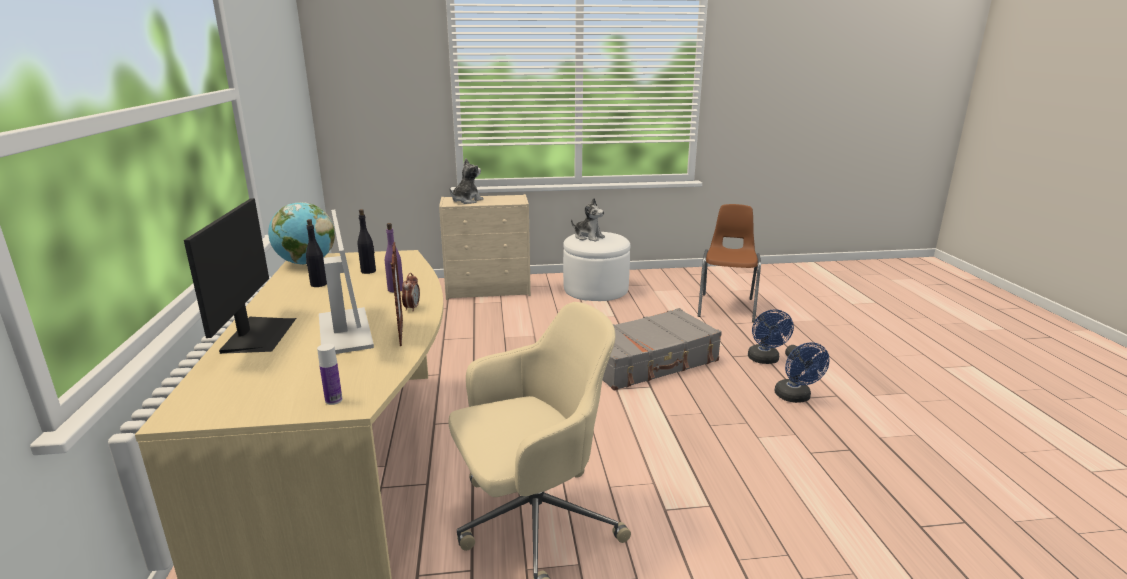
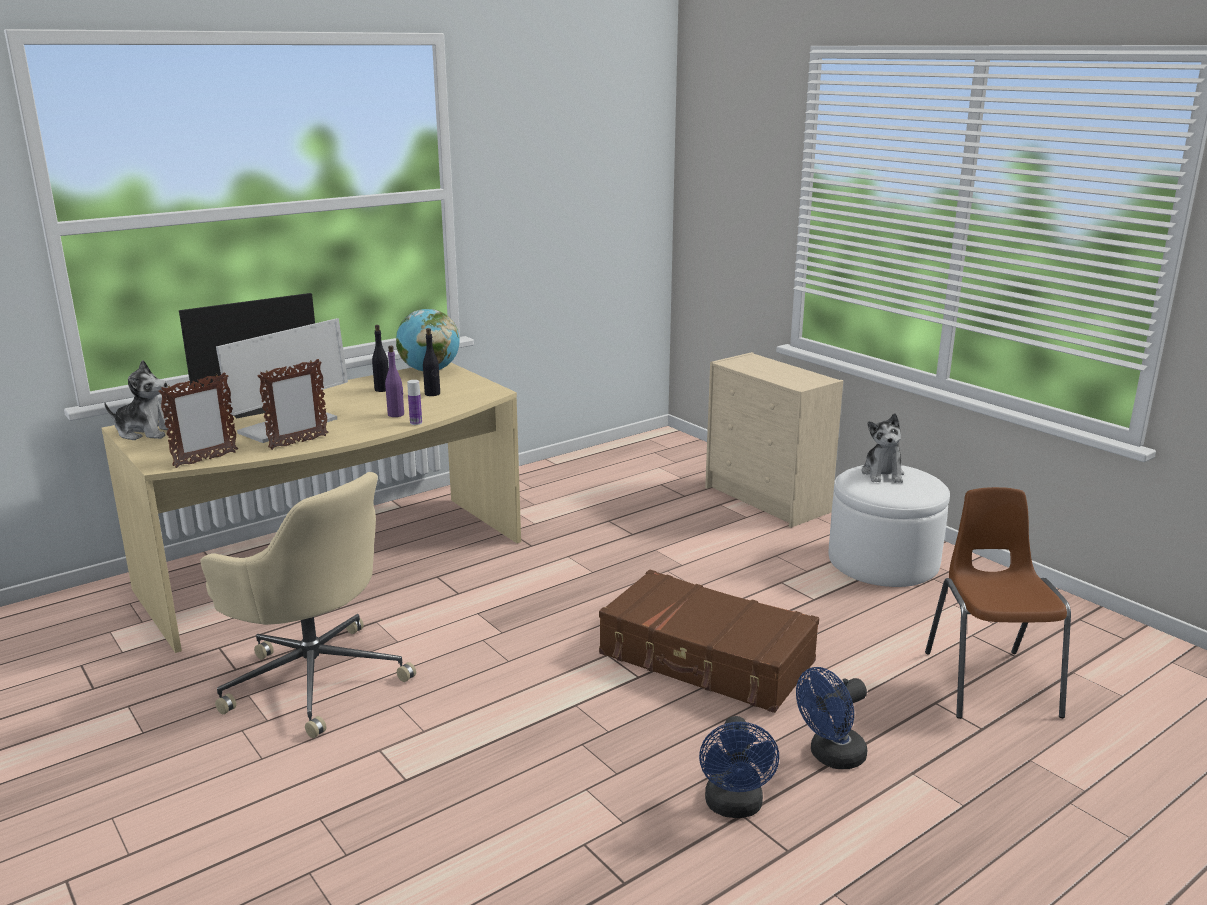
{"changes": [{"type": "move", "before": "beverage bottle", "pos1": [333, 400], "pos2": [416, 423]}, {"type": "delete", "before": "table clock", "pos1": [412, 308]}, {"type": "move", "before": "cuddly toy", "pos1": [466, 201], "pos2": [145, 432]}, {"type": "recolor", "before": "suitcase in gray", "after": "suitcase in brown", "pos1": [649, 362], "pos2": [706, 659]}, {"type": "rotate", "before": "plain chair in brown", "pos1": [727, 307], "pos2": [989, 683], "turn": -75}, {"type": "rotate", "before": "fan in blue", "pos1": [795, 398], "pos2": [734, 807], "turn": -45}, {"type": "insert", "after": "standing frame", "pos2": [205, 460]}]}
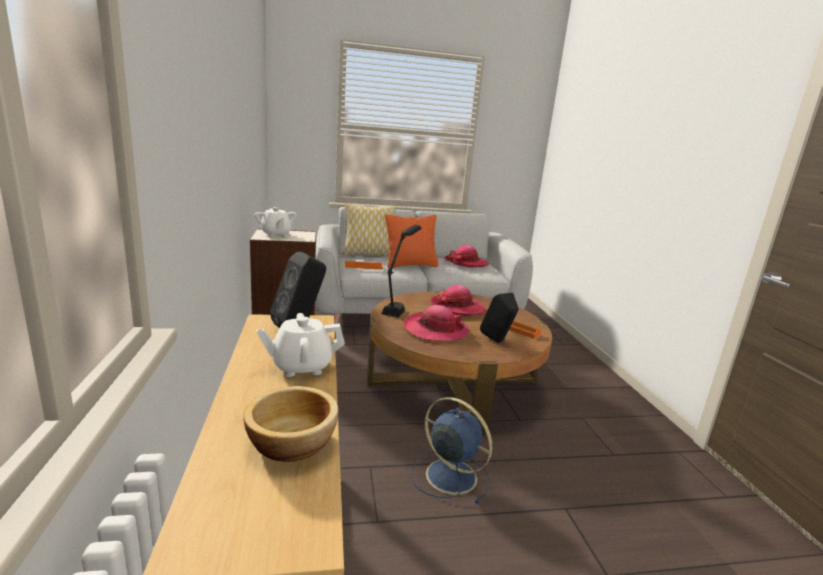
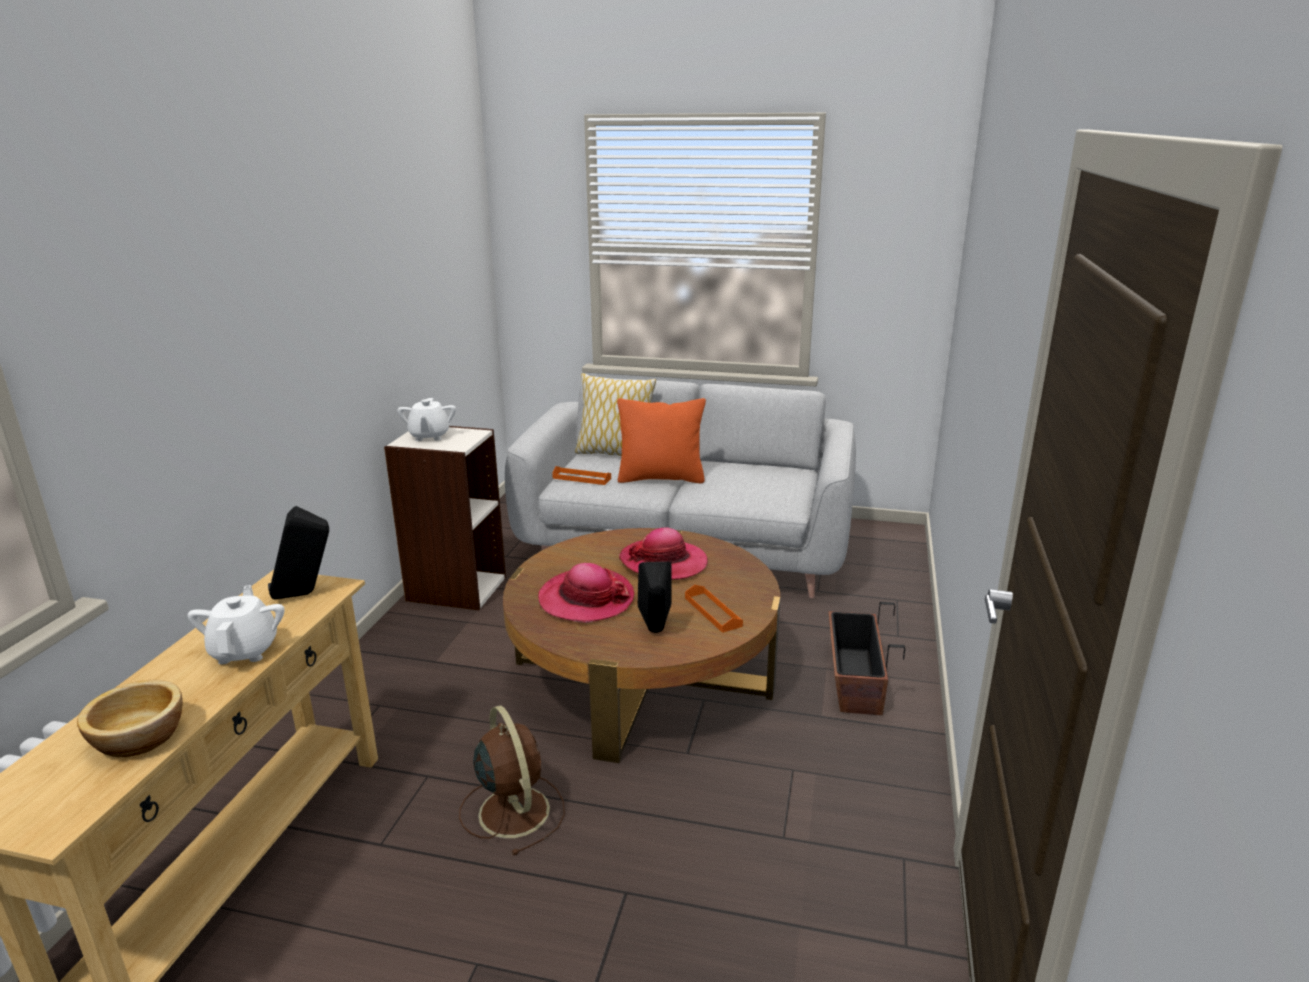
{"changes": [{"type": "rotate", "before": "pot for tea in whitish", "pos1": [301, 366], "pos2": [245, 650], "turn": 75}, {"type": "delete", "before": "tabletop lamp in black-coloured", "pos1": [399, 305]}, {"type": "recolor", "before": "fan in blue", "after": "fan in brown", "pos1": [449, 475], "pos2": [513, 809]}, {"type": "delete", "before": "clothing hat", "pos1": [466, 263]}, {"type": "insert", "after": "planter", "pos2": [854, 681]}]}
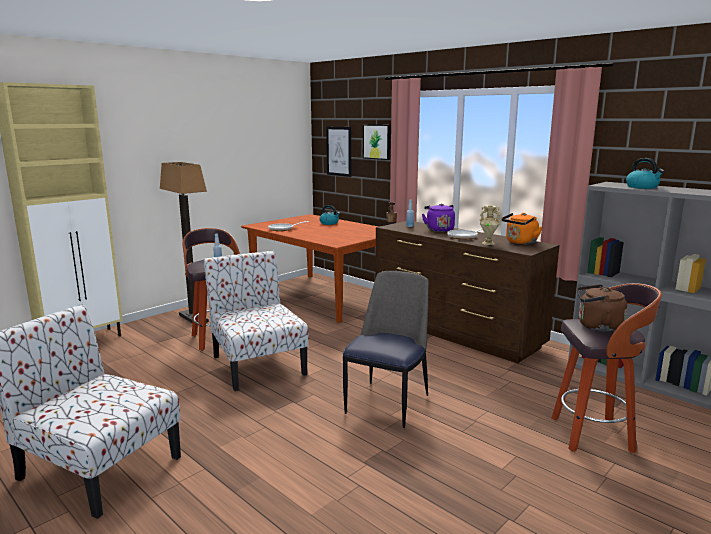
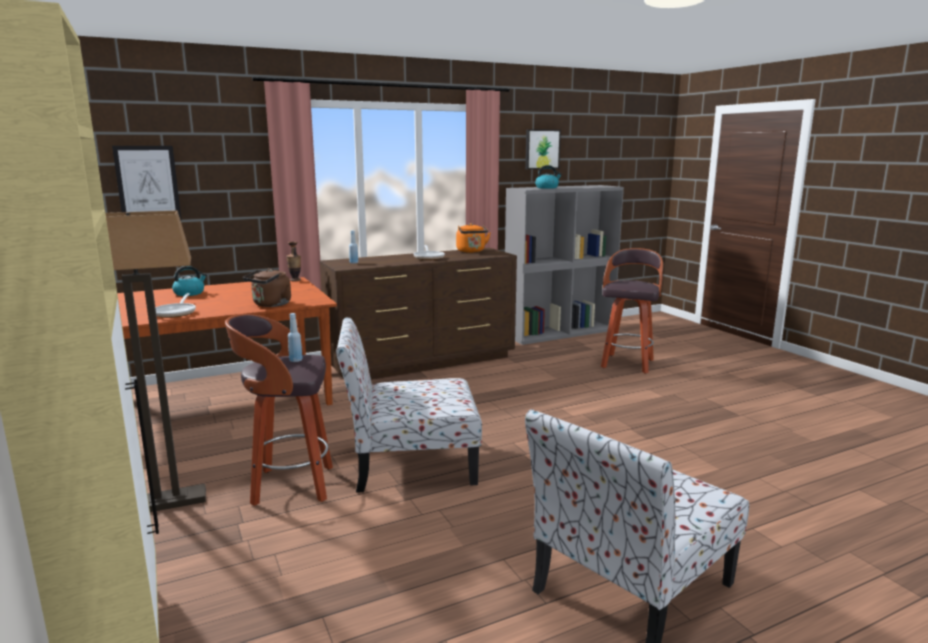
{"changes": [{"type": "delete", "before": "plain chair", "pos1": [388, 402]}, {"type": "move", "before": "wall art", "pos1": [377, 141], "pos2": [541, 149]}, {"type": "delete", "before": "tea kettle in purplish", "pos1": [439, 230]}, {"type": "delete", "before": "flower vase in beige-coloured", "pos1": [488, 243]}, {"type": "move", "before": "tea kettle in brown", "pos1": [596, 326], "pos2": [270, 305]}]}
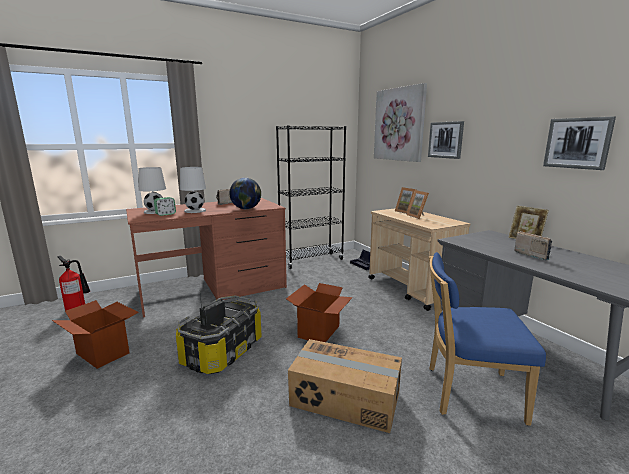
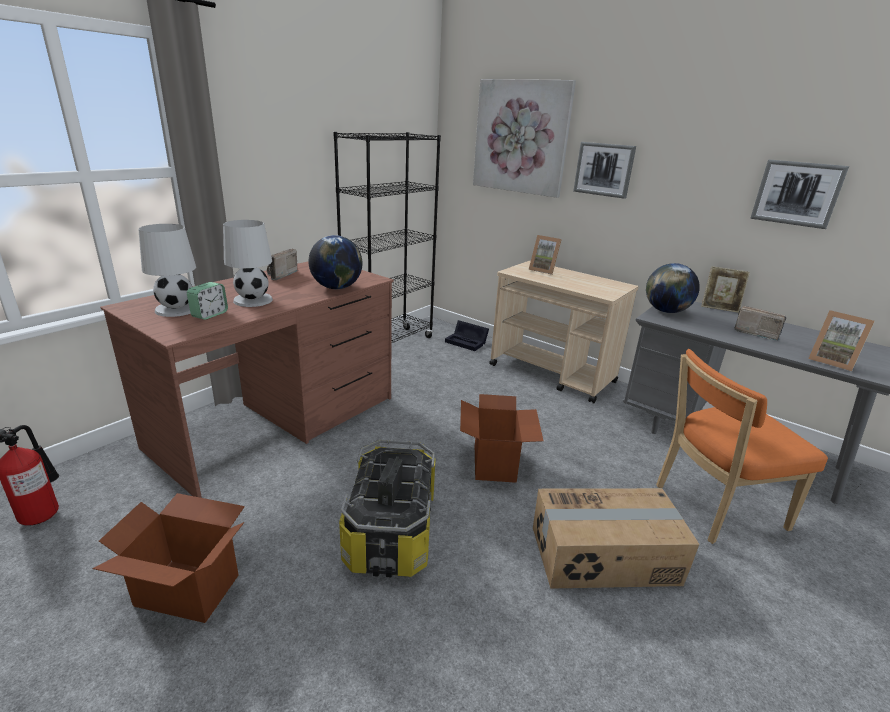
{"changes": [{"type": "move", "before": "standing frame", "pos1": [418, 216], "pos2": [831, 361]}, {"type": "recolor", "before": "plain chair in blue", "after": "plain chair in orange-coloured", "pos1": [468, 392], "pos2": [713, 507]}, {"type": "insert", "after": "desk globe", "pos2": [666, 311]}]}
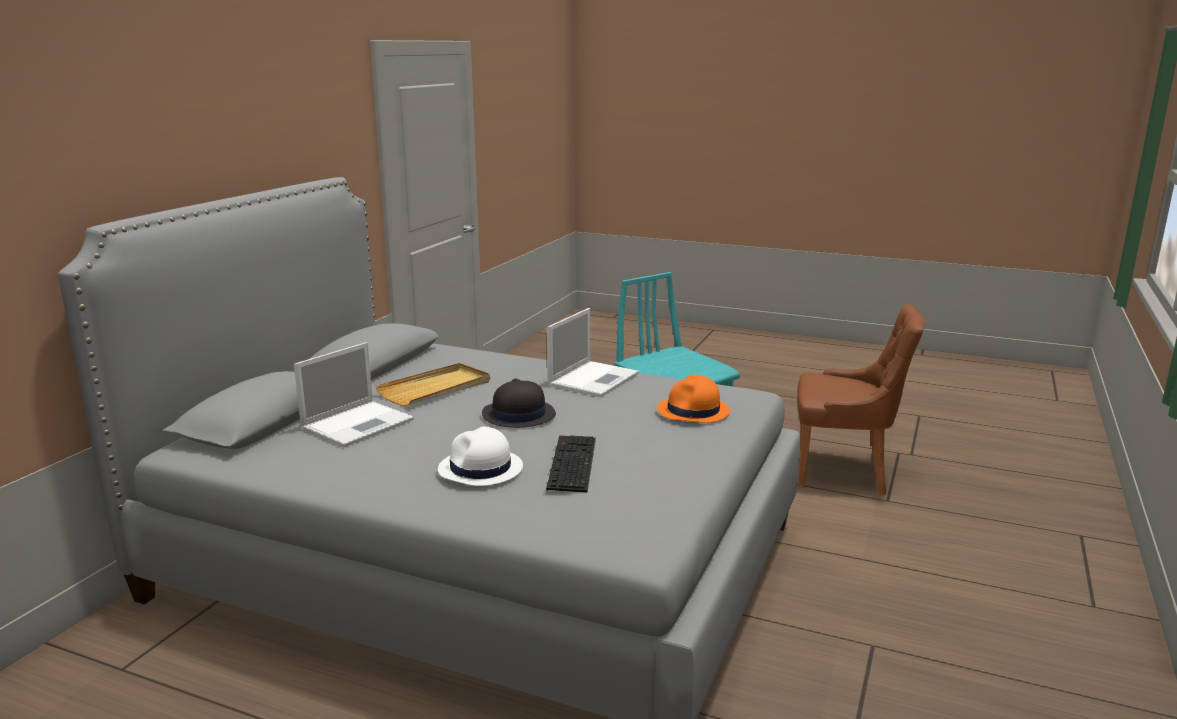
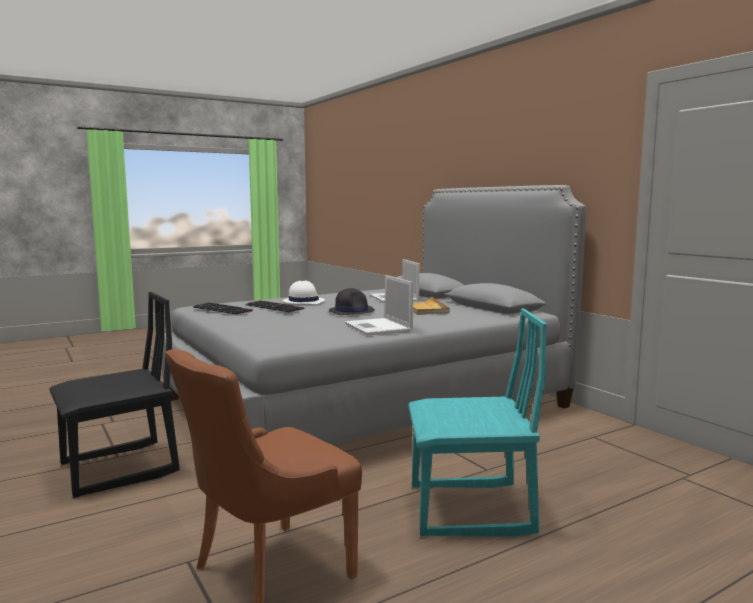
{"changes": [{"type": "delete", "before": "clothing hat in orange-coloured", "pos1": [693, 411]}, {"type": "insert", "after": "plain chair in black-coloured", "pos2": [119, 469]}, {"type": "insert", "after": "keyboard", "pos2": [223, 309]}]}
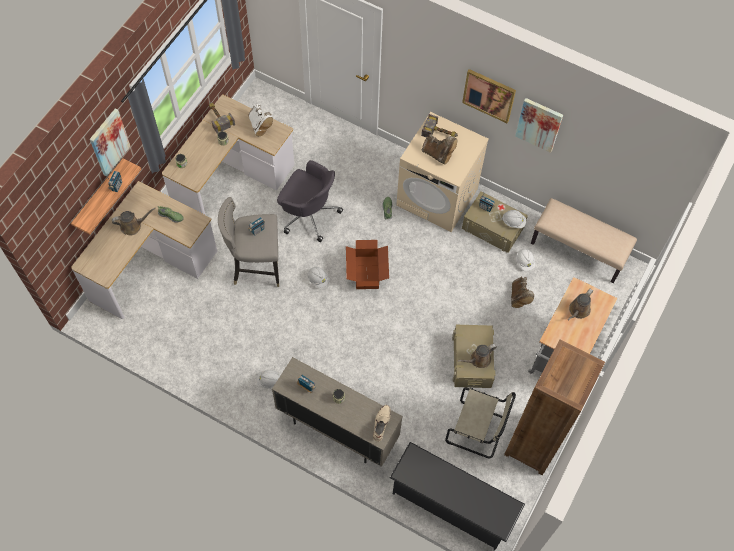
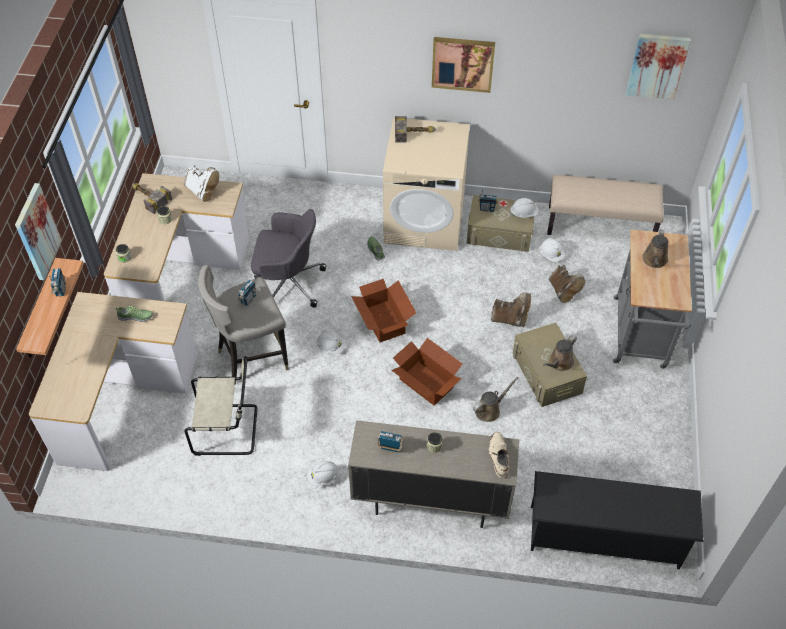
{"changes": [{"type": "move", "before": "sprinkling can in brown", "pos1": [133, 226], "pos2": [489, 410]}, {"type": "move", "before": "high-top boot in brown", "pos1": [438, 155], "pos2": [510, 319]}, {"type": "move", "before": "plain chair in beige-coloured", "pos1": [478, 430], "pos2": [228, 429]}, {"type": "delete", "before": "bookcase in brown", "pos1": [534, 444]}, {"type": "move", "before": "wall art", "pos1": [539, 124], "pos2": [657, 66]}, {"type": "insert", "after": "cardboard box", "pos2": [426, 382]}]}
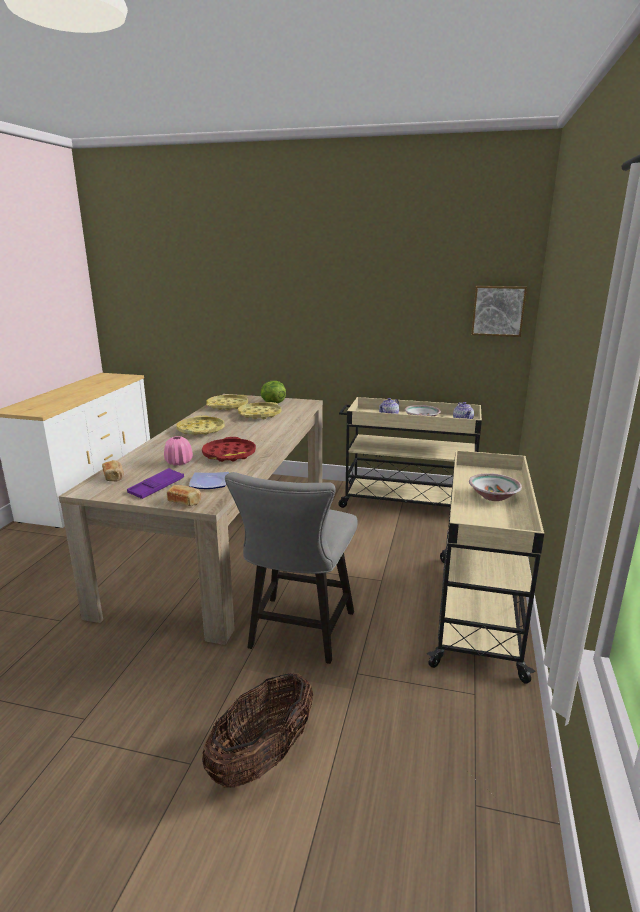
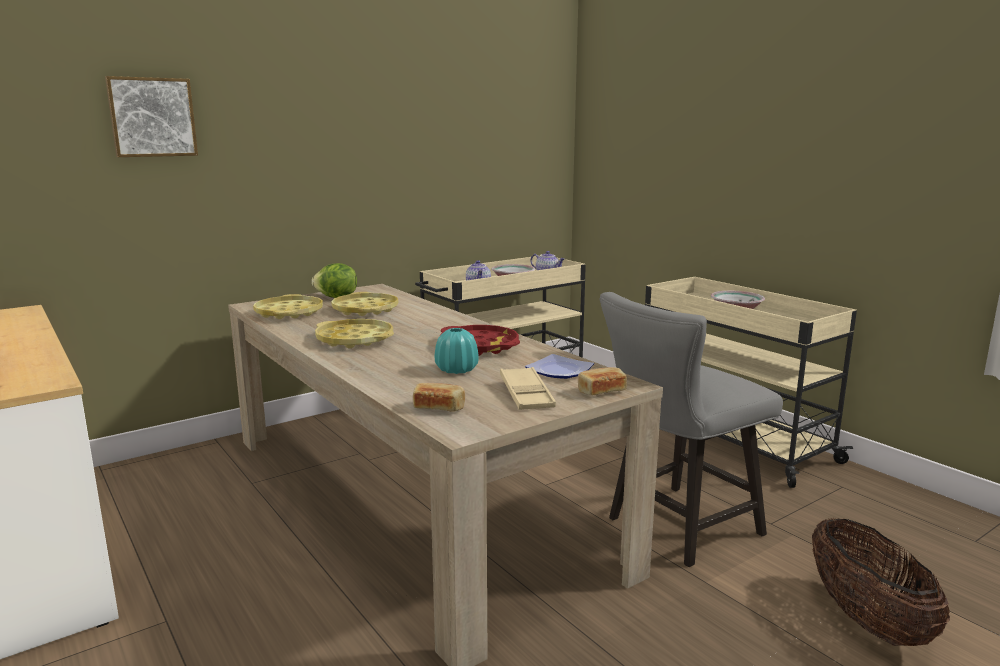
{"changes": [{"type": "recolor", "before": "carrying tray in purplish", "after": "carrying tray in beige-coloured", "pos1": [156, 487], "pos2": [526, 394]}, {"type": "recolor", "before": "flower vase in pinkish", "after": "flower vase in blue-green", "pos1": [179, 462], "pos2": [456, 370]}, {"type": "rotate", "before": "plain chair in gray", "pos1": [298, 634], "pos2": [676, 528], "turn": 90}, {"type": "move", "before": "wall art", "pos1": [498, 310], "pos2": [152, 117]}]}
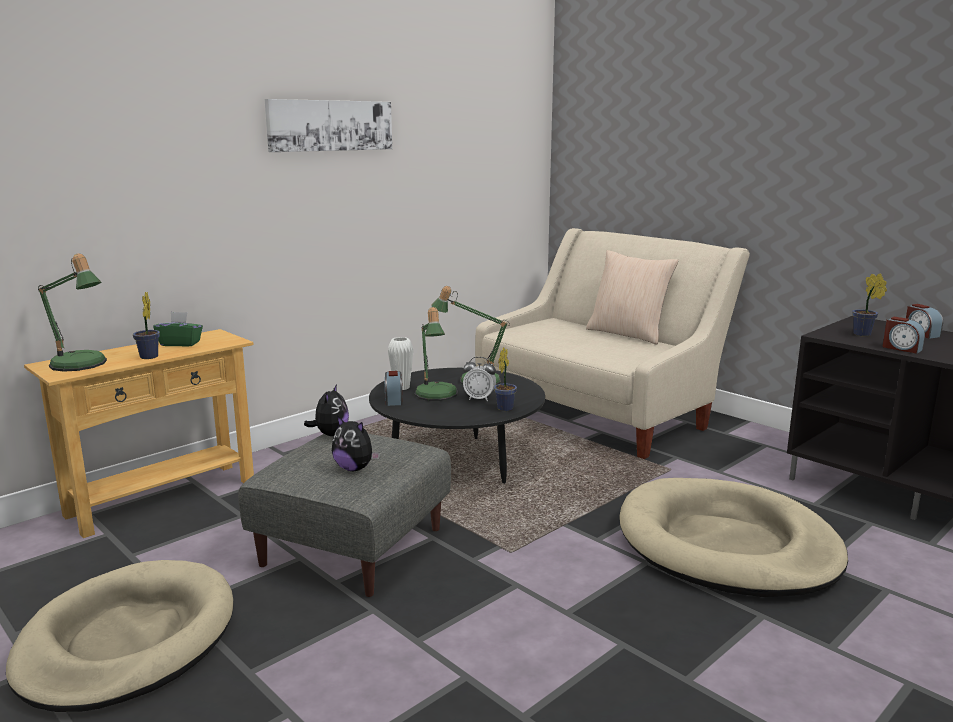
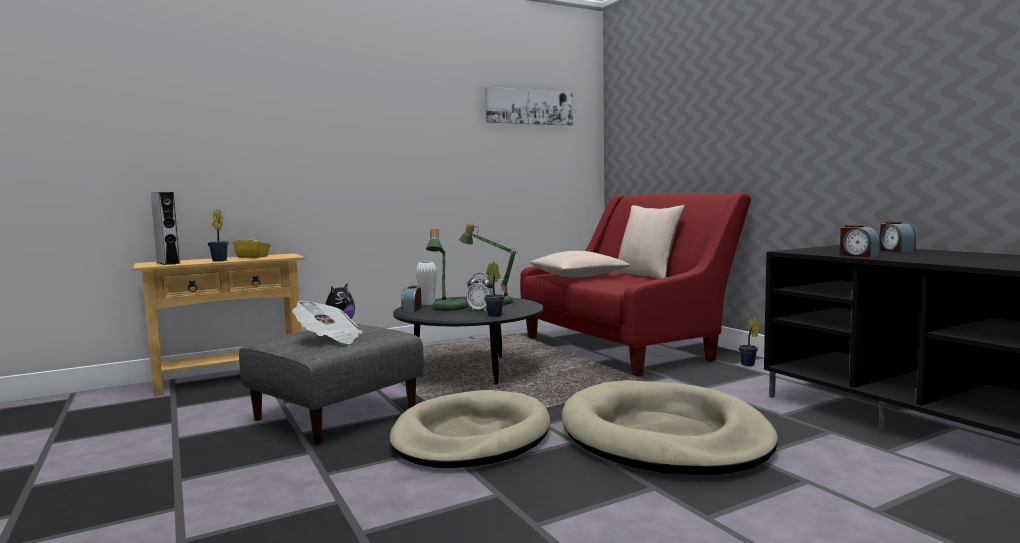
{"changes": [{"type": "move", "before": "dog cushion in beige-coloured", "pos1": [127, 640], "pos2": [471, 436]}, {"type": "replace", "before": "tabletop lamp", "after": "speaker in gray", "pos1": [81, 366], "pos2": [168, 263]}, {"type": "recolor", "before": "box of tissues in green-coloured", "after": "box of tissues in yellow-coloured", "pos1": [180, 343], "pos2": [253, 257]}, {"type": "move", "before": "wall art", "pos1": [330, 125], "pos2": [529, 107]}, {"type": "replace", "before": "cuddly toy", "after": "printed paper", "pos1": [355, 468], "pos2": [329, 339]}, {"type": "recolor", "before": "sofa in beige-coloured", "after": "sofa in red-coloured", "pos1": [598, 411], "pos2": [624, 346]}, {"type": "move", "before": "potted plant", "pos1": [864, 335], "pos2": [748, 365]}, {"type": "insert", "after": "cushion in beige-coloured", "pos2": [578, 276]}]}
